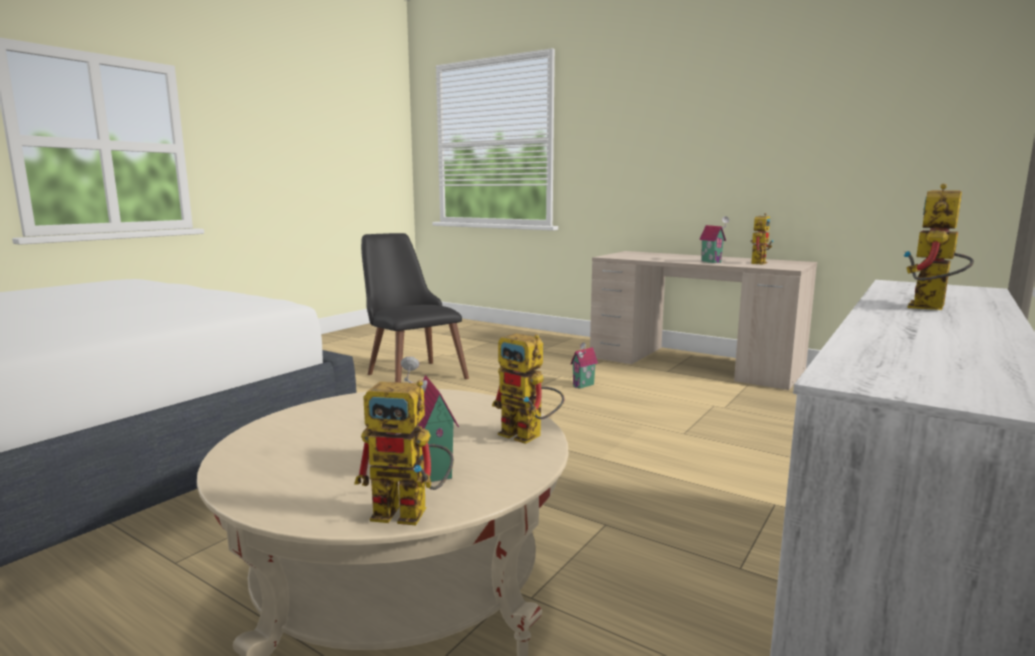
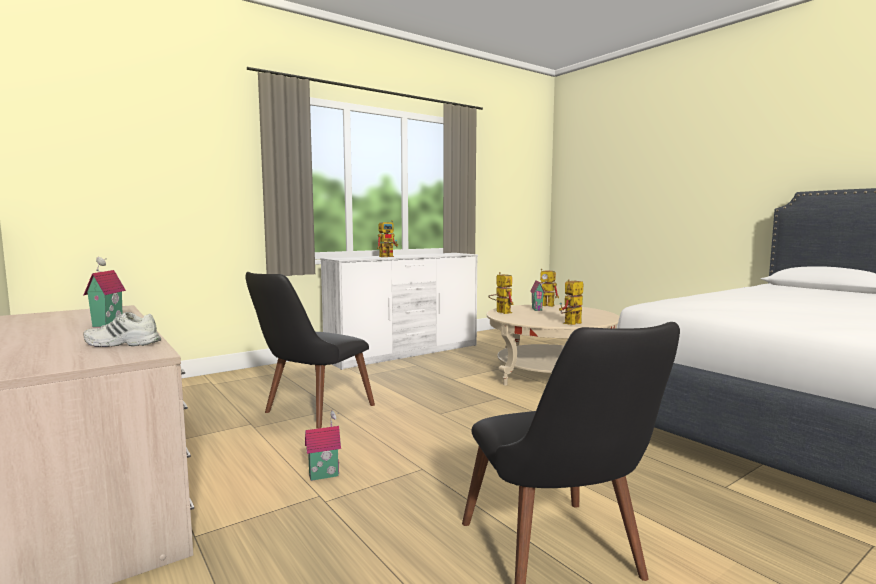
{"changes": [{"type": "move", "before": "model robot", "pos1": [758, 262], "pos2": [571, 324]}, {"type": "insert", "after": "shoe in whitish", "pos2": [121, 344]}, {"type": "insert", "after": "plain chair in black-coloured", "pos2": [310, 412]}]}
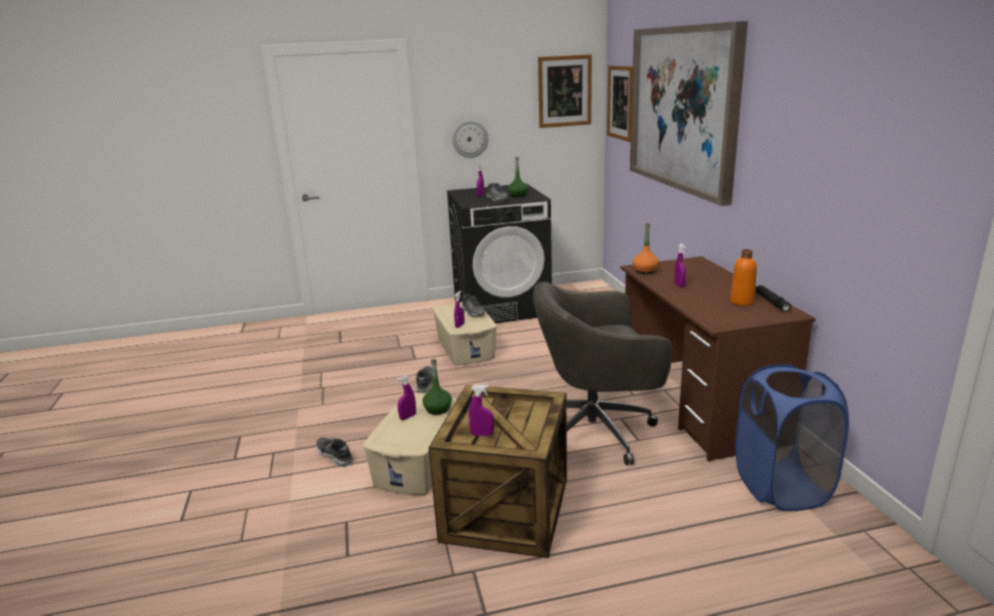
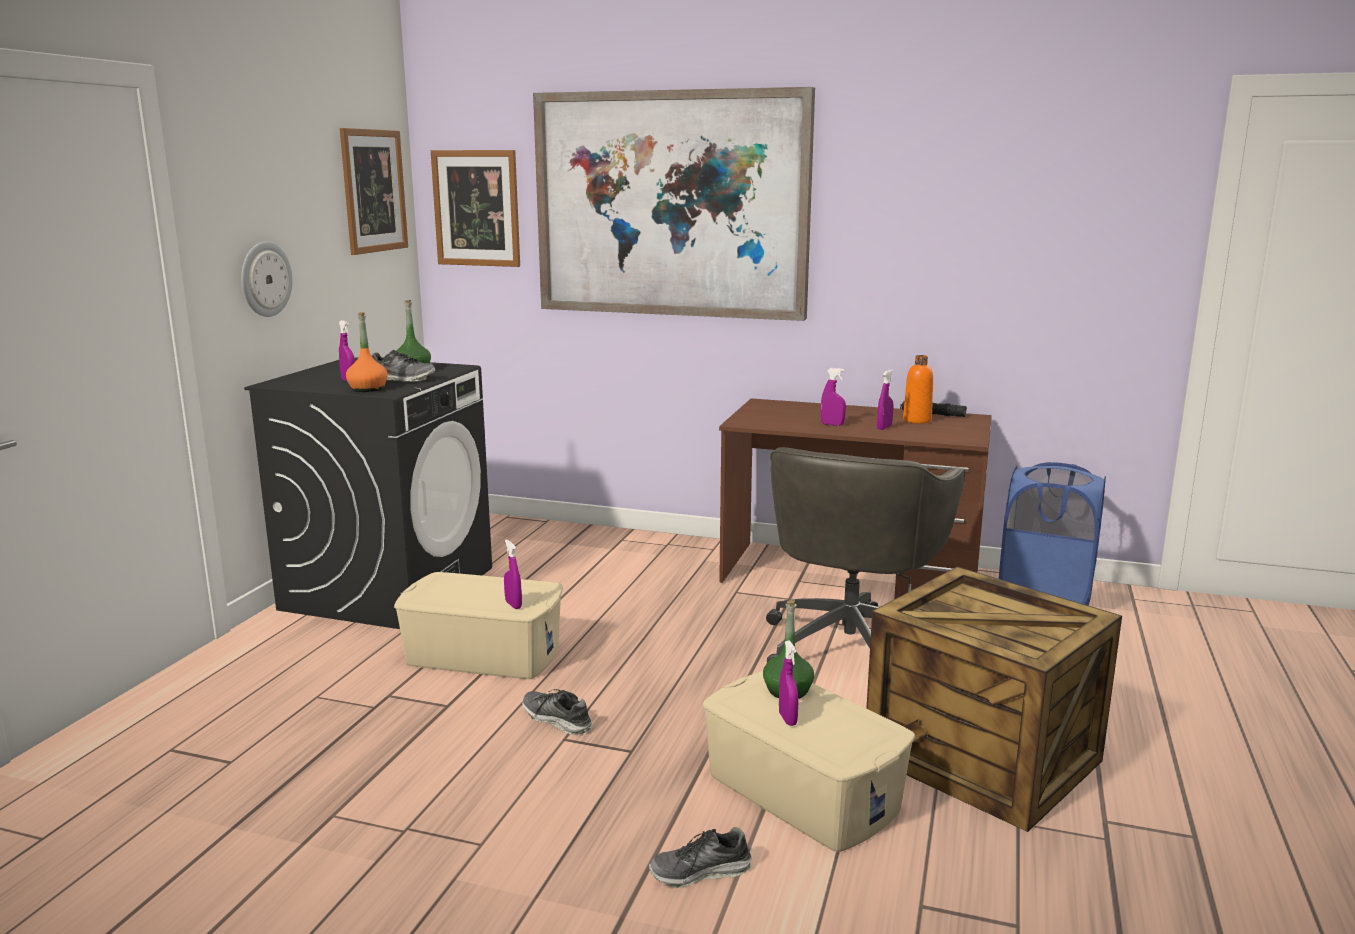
{"changes": [{"type": "delete", "before": "shoe", "pos1": [473, 312]}, {"type": "move", "before": "spray bottle in purplish", "pos1": [482, 434], "pos2": [884, 428]}, {"type": "move", "before": "beverage bottle in orange-coloured", "pos1": [645, 271], "pos2": [368, 389]}]}
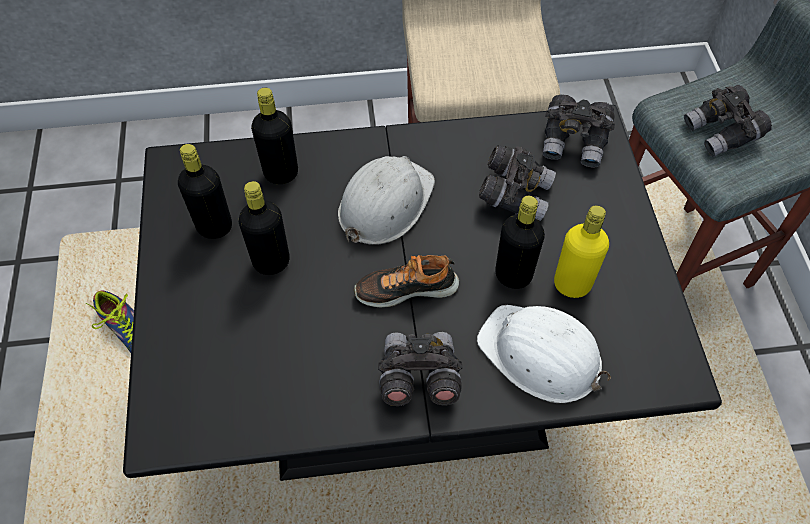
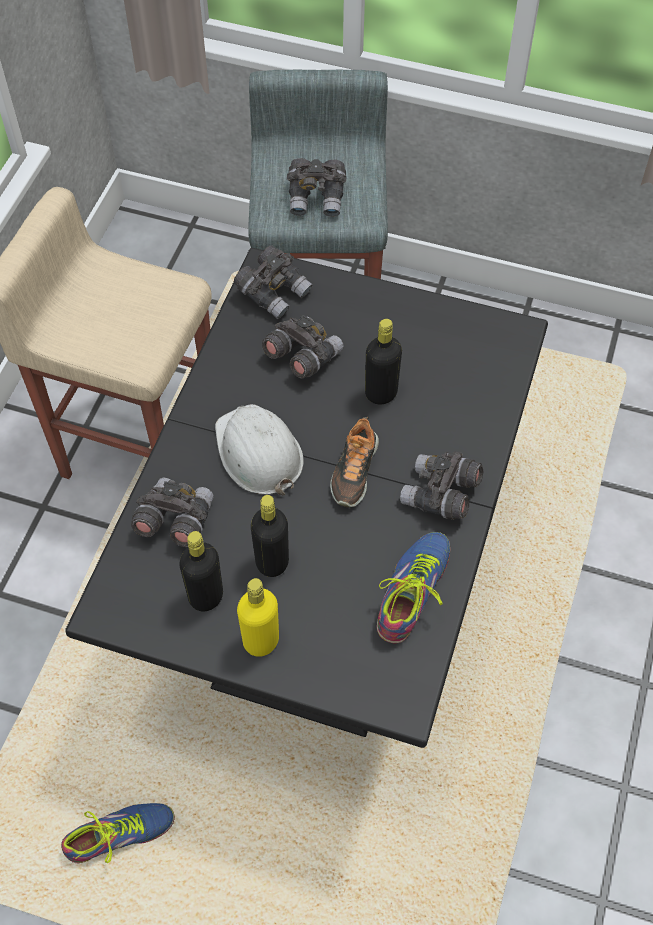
{"changes": [{"type": "replace", "before": "beverage bottle in black-coloured", "after": "binoculars in gray", "pos1": [281, 173], "pos2": [174, 521]}, {"type": "delete", "before": "work helmet in whitish", "pos1": [541, 355]}, {"type": "move", "before": "beverage bottle in yellow-coloured", "pos1": [572, 284], "pos2": [261, 641]}, {"type": "insert", "after": "shoe", "pos2": [412, 591]}]}
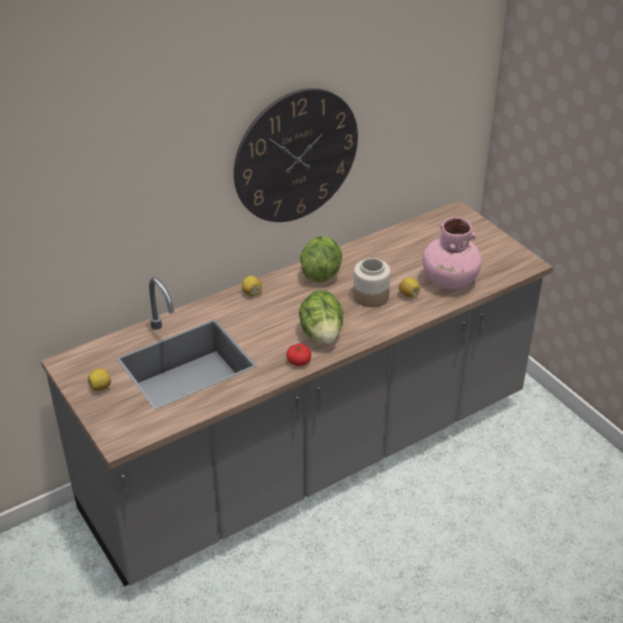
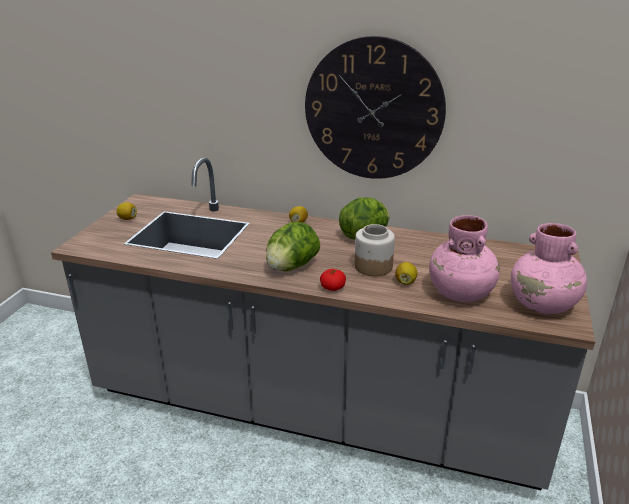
{"changes": [{"type": "move", "before": "fresh tomato", "pos1": [299, 361], "pos2": [332, 287]}, {"type": "insert", "after": "flower vase in pinkish", "pos2": [542, 305]}]}
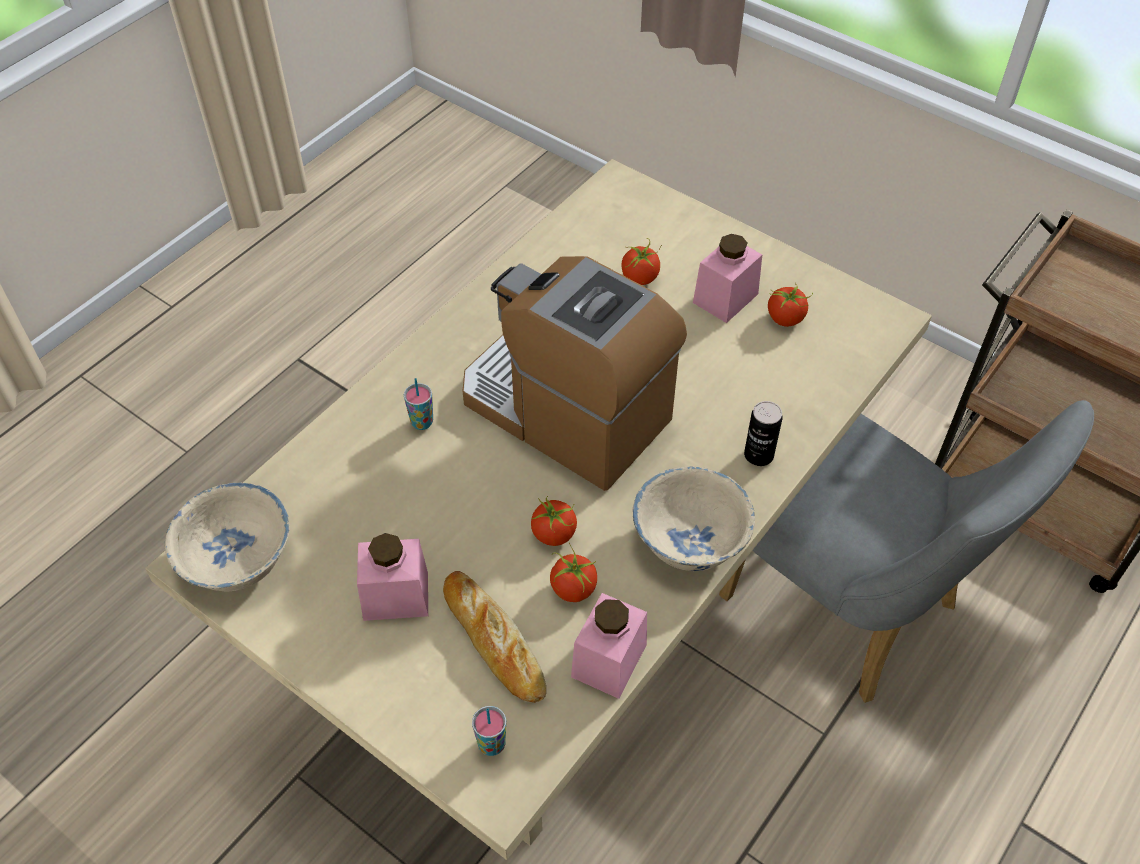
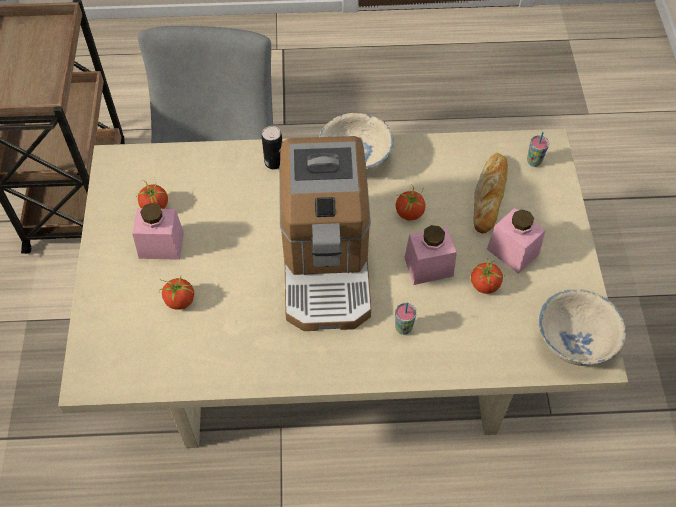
{"changes": [{"type": "move", "before": "fresh tomato", "pos1": [573, 588], "pos2": [484, 285]}, {"type": "move", "before": "jar in pinkish", "pos1": [609, 660], "pos2": [428, 267]}]}
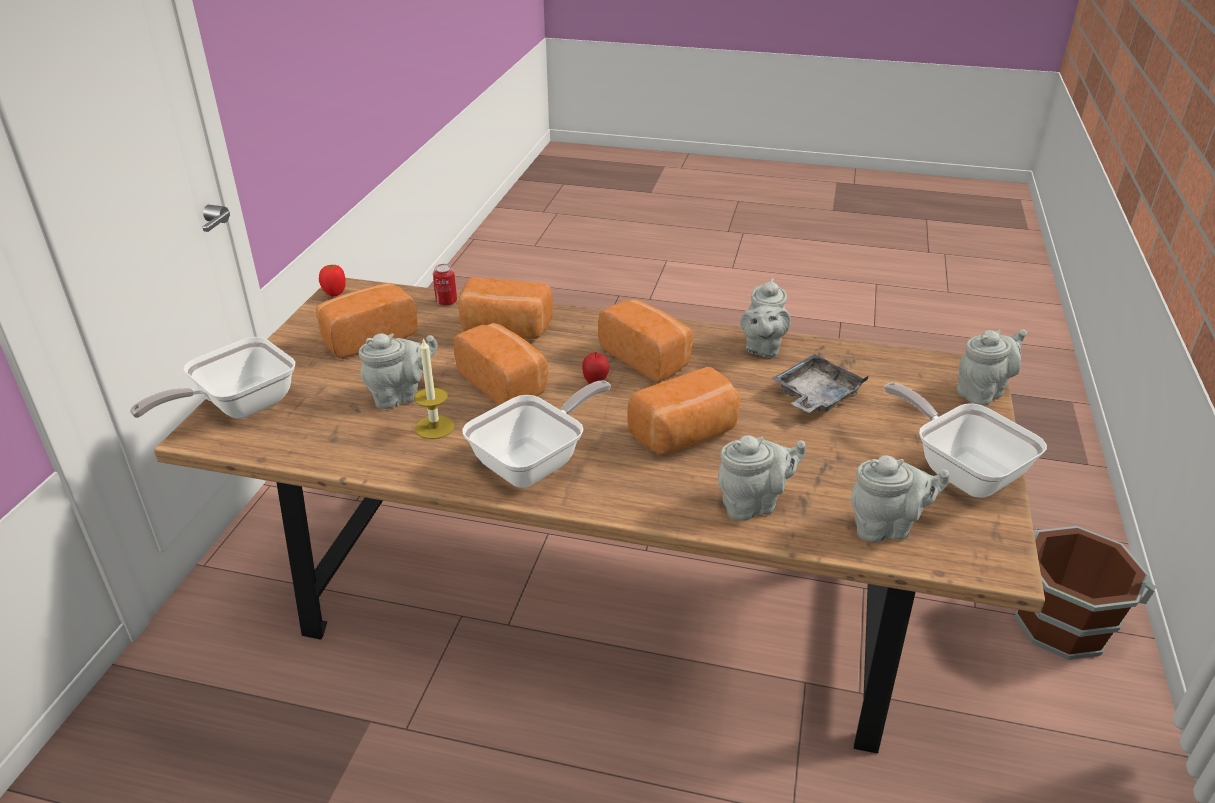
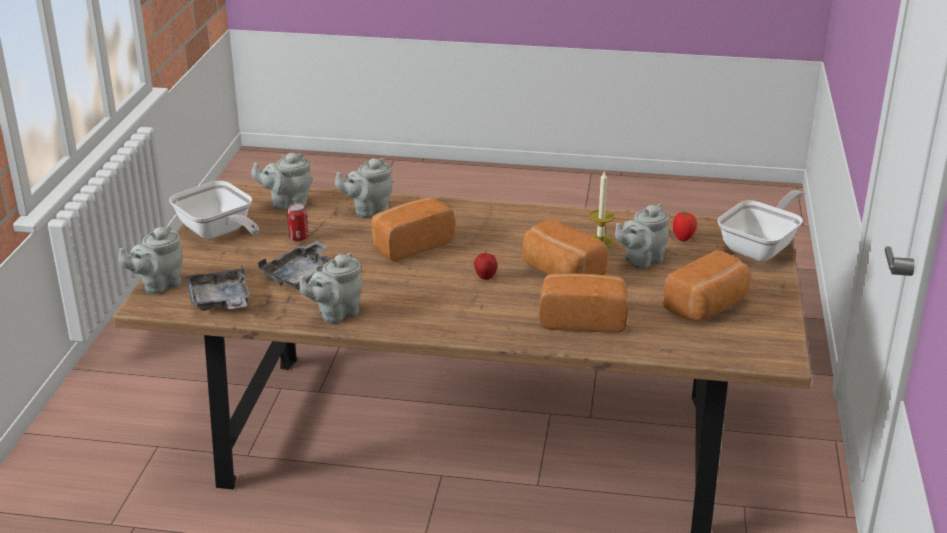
{"changes": [{"type": "move", "before": "fresh tomato", "pos1": [335, 293], "pos2": [683, 238]}, {"type": "move", "before": "metal can", "pos1": [446, 302], "pos2": [298, 238]}, {"type": "delete", "before": "frying pan", "pos1": [536, 462]}, {"type": "delete", "before": "bread", "pos1": [647, 357]}, {"type": "rotate", "before": "pot for tea in gray", "pos1": [762, 348], "pos2": [335, 314], "turn": -135}, {"type": "delete", "before": "water bucket in brown", "pos1": [1061, 624]}, {"type": "insert", "after": "carrying tray in gray", "pos2": [220, 301]}]}
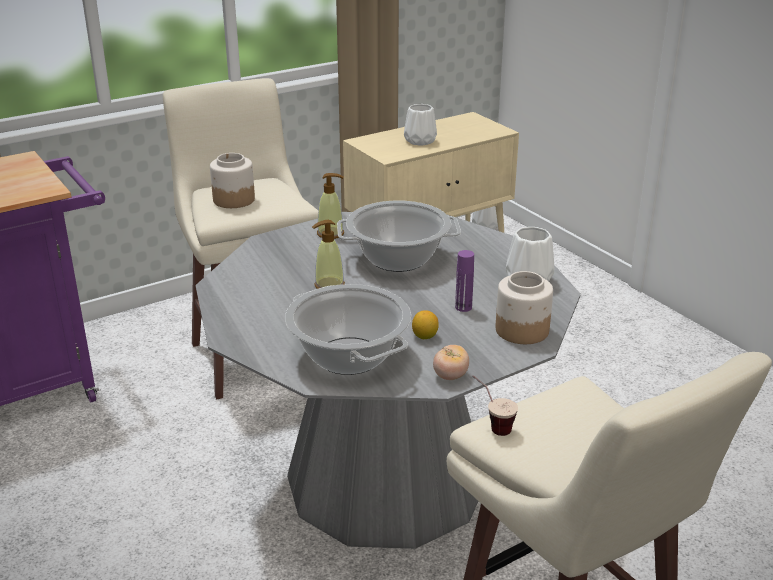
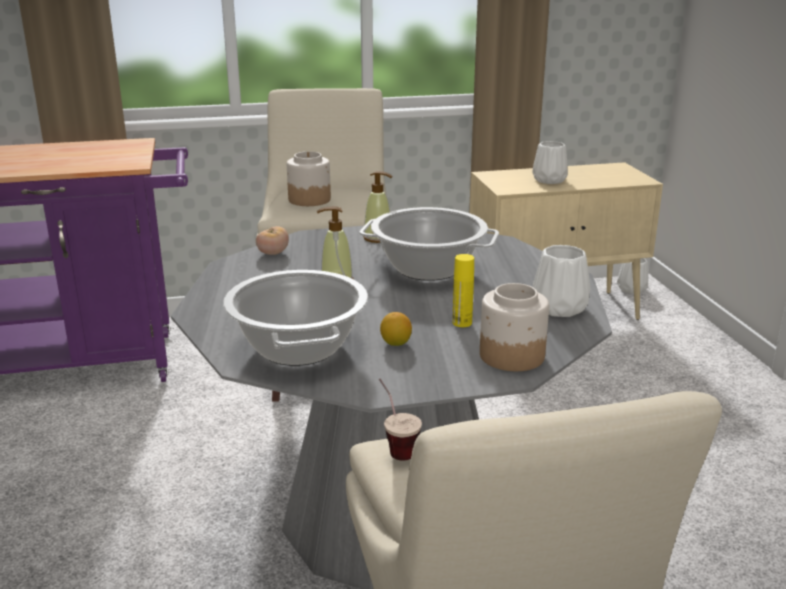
{"changes": [{"type": "move", "before": "fresh tomato", "pos1": [450, 376], "pos2": [273, 253]}, {"type": "recolor", "before": "beverage bottle in purplish", "after": "beverage bottle in yellow-coloured", "pos1": [463, 307], "pos2": [462, 323]}]}
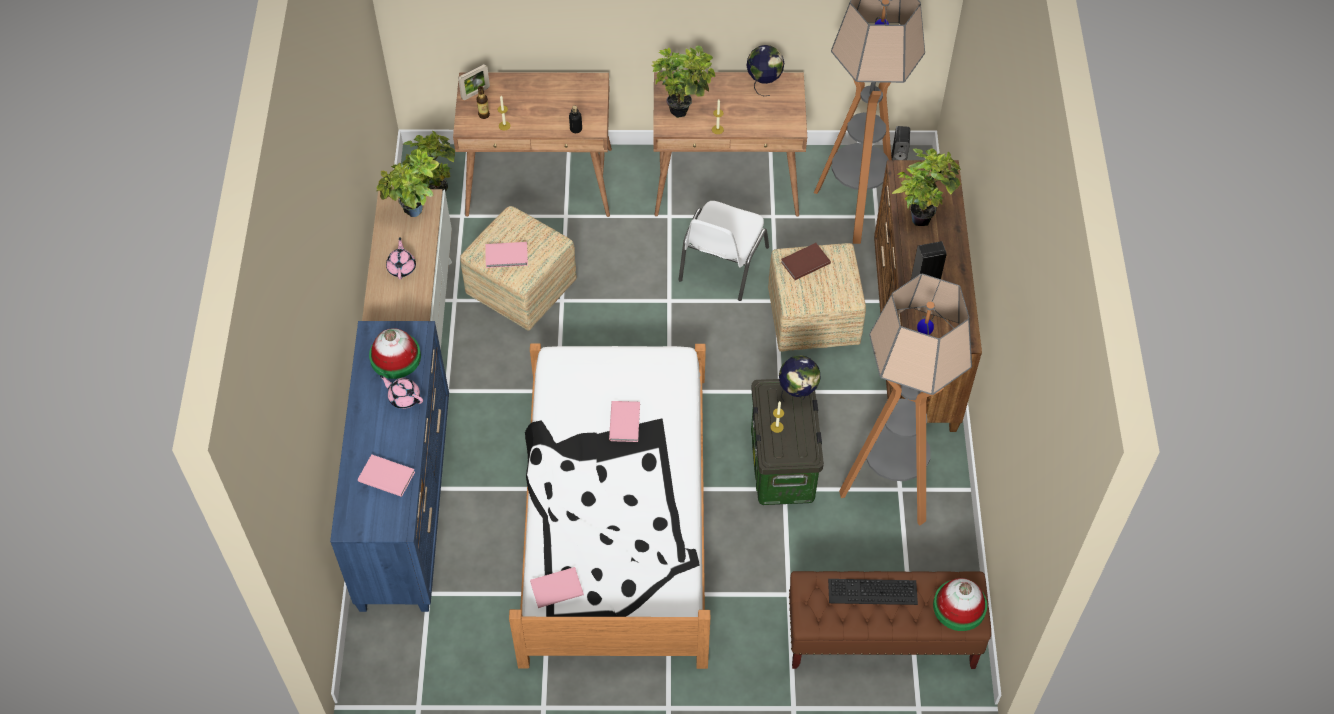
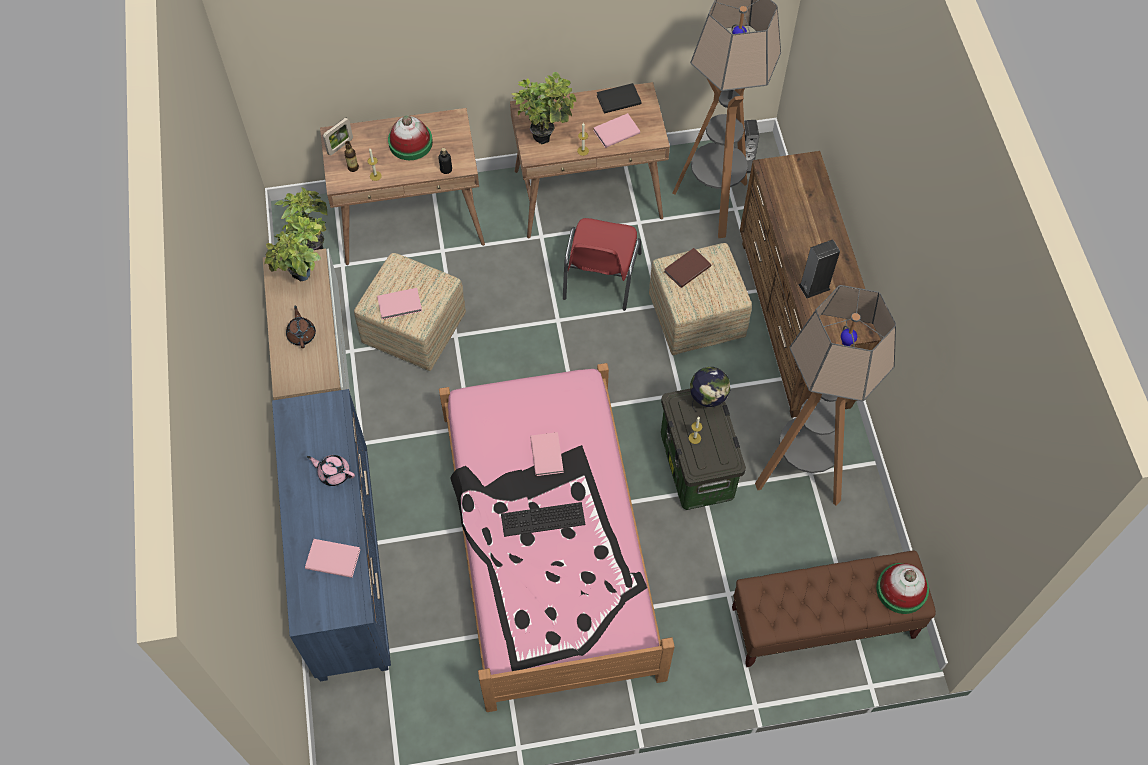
{"changes": [{"type": "move", "before": "clothing hat", "pos1": [395, 357], "pos2": [410, 142]}, {"type": "recolor", "before": "pot for tea in pinkish", "after": "pot for tea in brown", "pos1": [402, 267], "pos2": [302, 334]}, {"type": "recolor", "before": "bed in whitish", "after": "bed in pinkish", "pos1": [616, 514], "pos2": [549, 541]}, {"type": "move", "before": "book in pinkish", "pos1": [555, 588], "pos2": [615, 131]}, {"type": "recolor", "before": "plain chair in whitish", "after": "plain chair in red-coloured", "pos1": [721, 264], "pos2": [600, 277]}, {"type": "replace", "before": "desk globe", "after": "book in black-coloured", "pos1": [764, 84], "pos2": [617, 99]}, {"type": "move", "before": "keyboard", "pos1": [871, 593], "pos2": [542, 521]}, {"type": "delete", "before": "potted plant", "pos1": [920, 215]}]}
